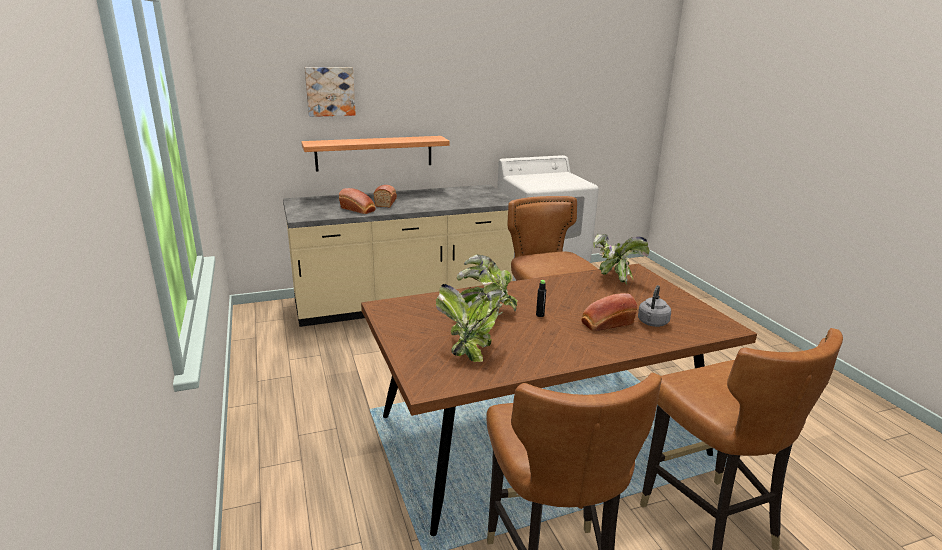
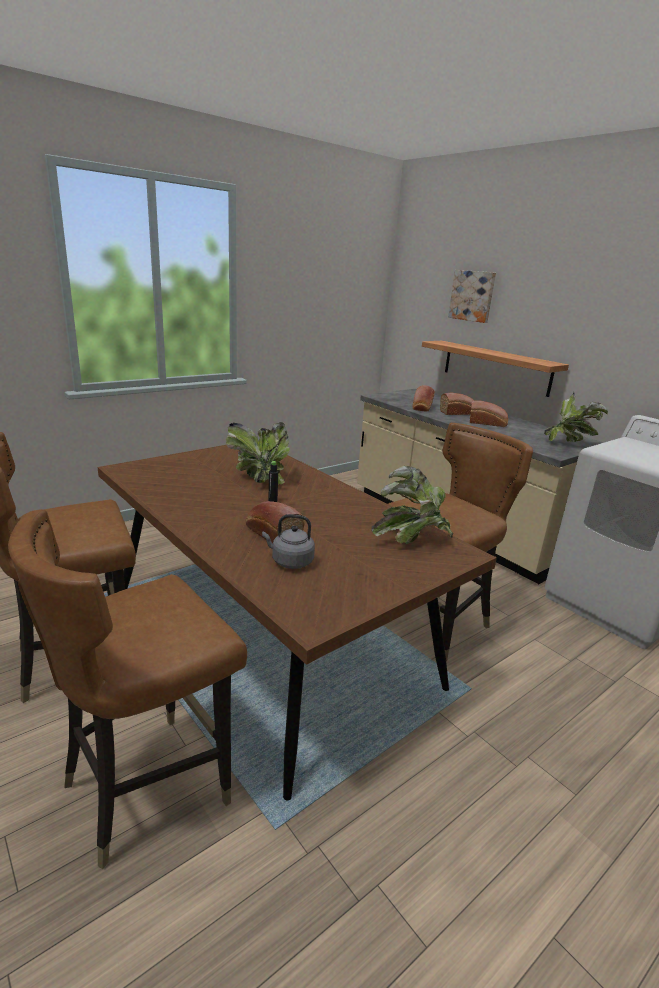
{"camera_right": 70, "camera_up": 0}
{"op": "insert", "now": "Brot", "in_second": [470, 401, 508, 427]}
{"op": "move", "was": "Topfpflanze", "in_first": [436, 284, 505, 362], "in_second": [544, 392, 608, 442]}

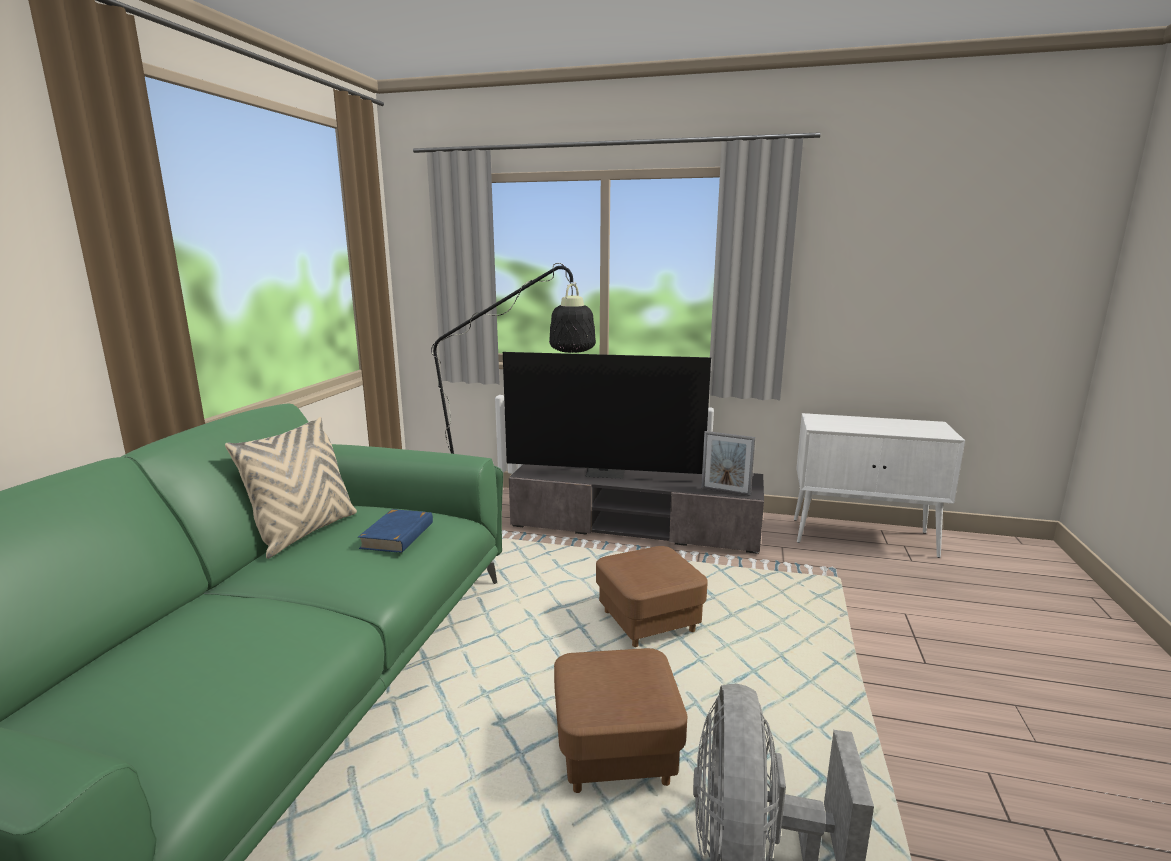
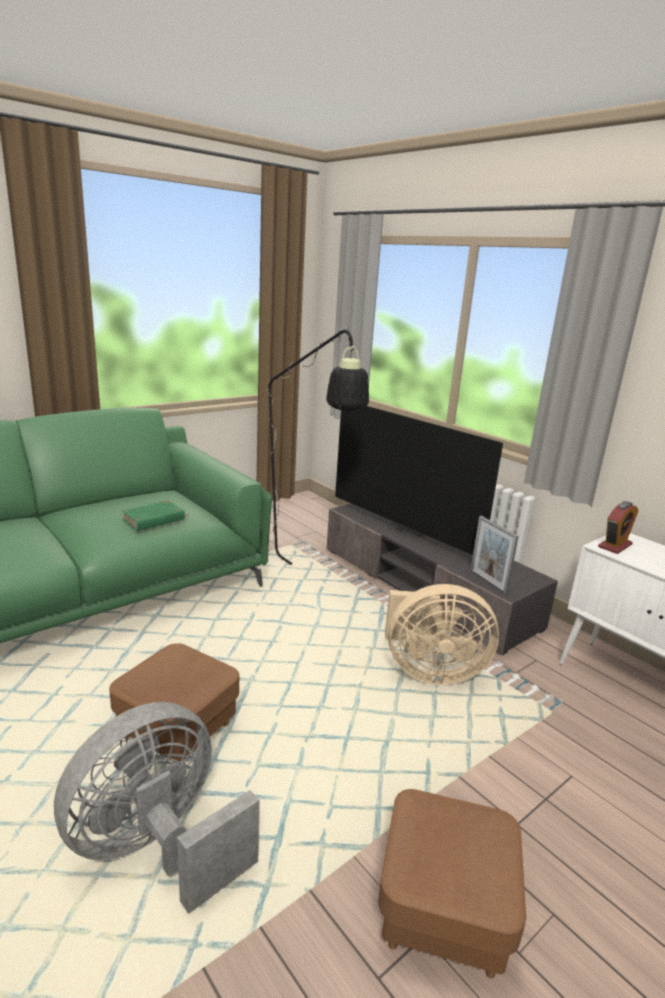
{"camera_right": 35, "camera_up": 5}
{"op": "recolor", "was": "Buch [blau]", "now": "Buch [grün]", "in_first": [358, 509, 433, 553], "in_second": [122, 501, 188, 531]}
{"op": "move", "was": "Polsterhocker [braun]", "in_first": [596, 546, 708, 647], "in_second": [378, 789, 526, 979]}
{"op": "insert", "now": "Ventilator [beige]", "in_second": [385, 584, 499, 685]}
{"op": "insert", "now": "Wecker", "in_second": [598, 501, 638, 554]}
{"op": "delete", "was": "Kissen [beige]", "in_first": [225, 417, 357, 559]}

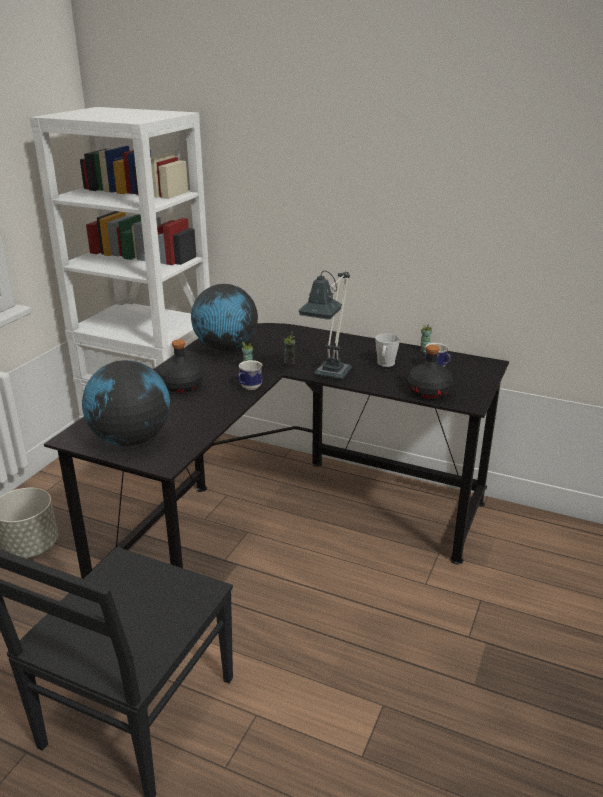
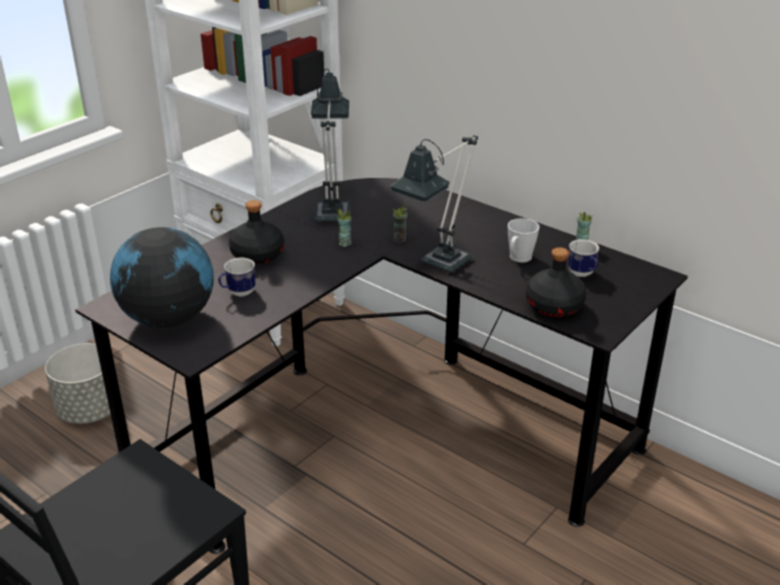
{"camera_right": 15, "camera_up": 5}
{"op": "move", "was": "Henkelbecher", "in_first": [238, 360, 262, 390], "in_second": [218, 258, 256, 297]}
{"op": "replace", "was": "Globus", "now": "Tischlampe", "in_first": [191, 284, 258, 351], "in_second": [311, 69, 351, 221]}

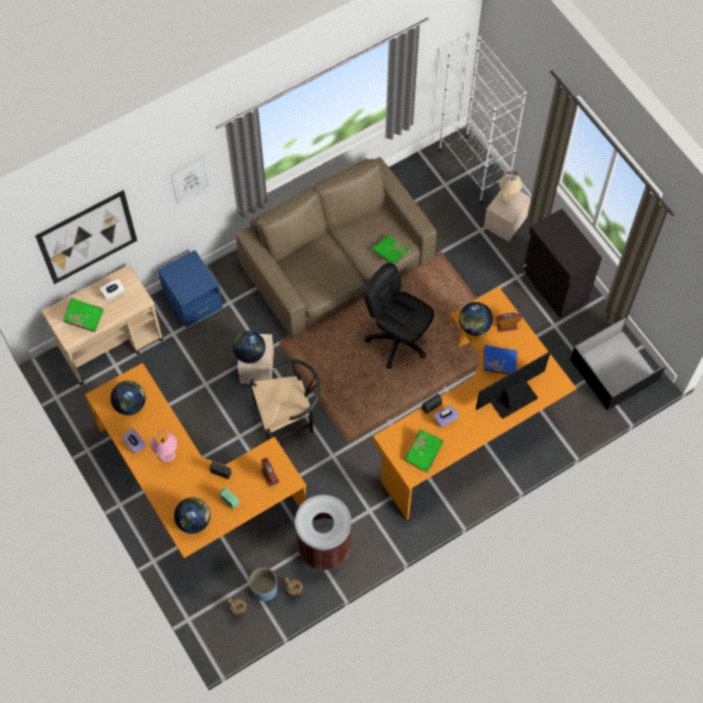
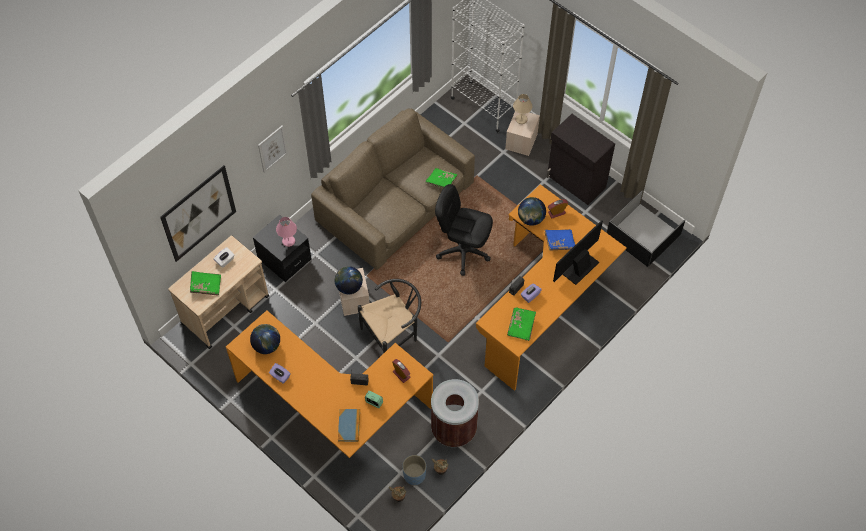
{"camera_right": -15, "camera_up": -5}
{"op": "recolor", "was": "Nachttisch [blau]", "now": "Nachttisch [schwarz]", "in_first": [158, 250, 223, 328], "in_second": [253, 214, 312, 282]}
{"op": "move", "was": "Tischlampe [rosa]", "in_first": [150, 430, 177, 462], "in_second": [276, 217, 297, 247]}
{"op": "replace", "was": "Globus", "now": "Buch", "in_first": [174, 497, 211, 534], "in_second": [338, 409, 360, 442]}

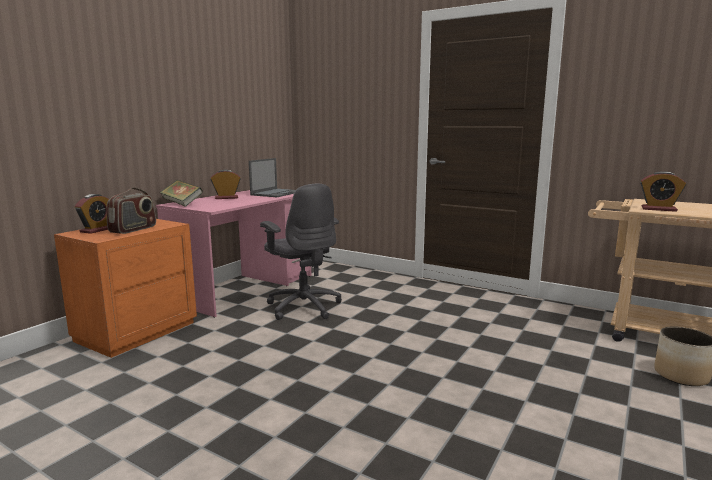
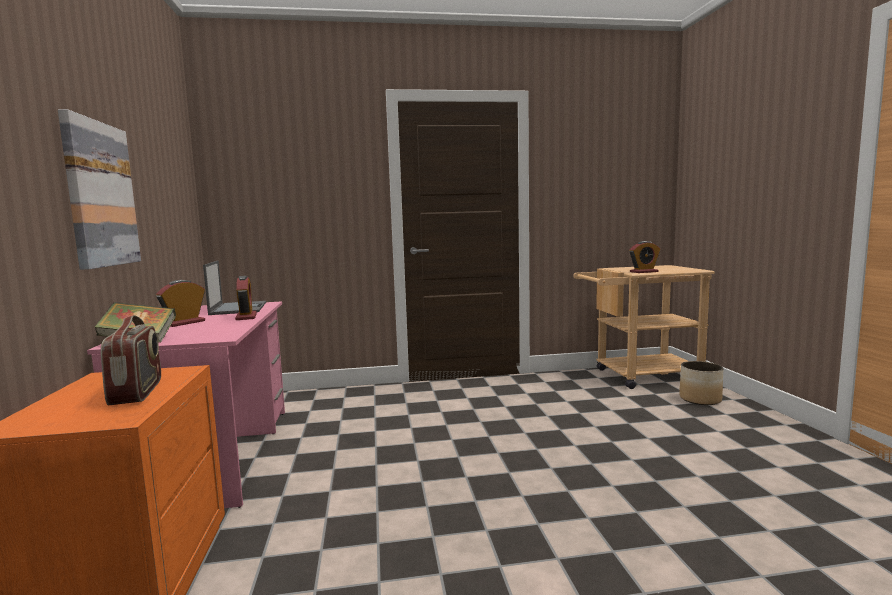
{"camera_right": -40, "camera_up": -5}
{"op": "insert", "now": "Bild", "in_second": [58, 109, 141, 270]}
{"op": "move", "was": "Wecker", "in_first": [75, 194, 109, 234], "in_second": [235, 276, 257, 320]}
{"op": "delete", "was": "Bürostuhl [grau]", "in_first": [260, 184, 342, 320]}

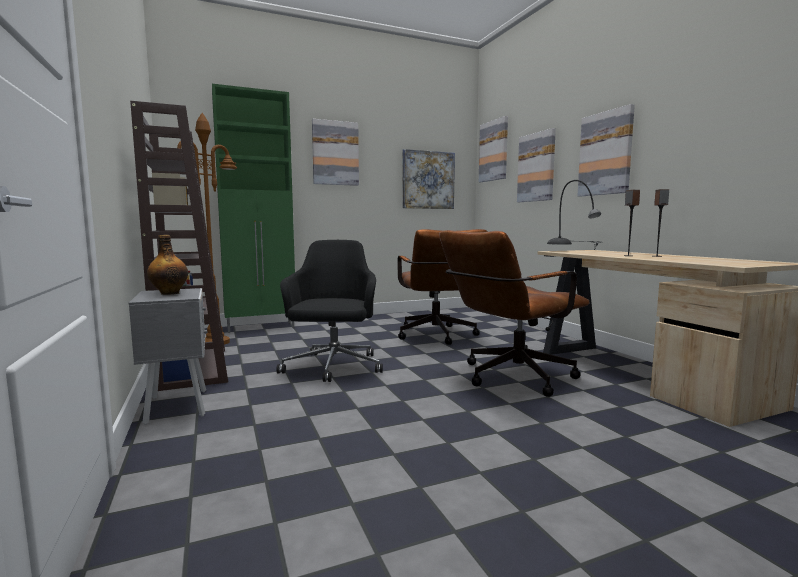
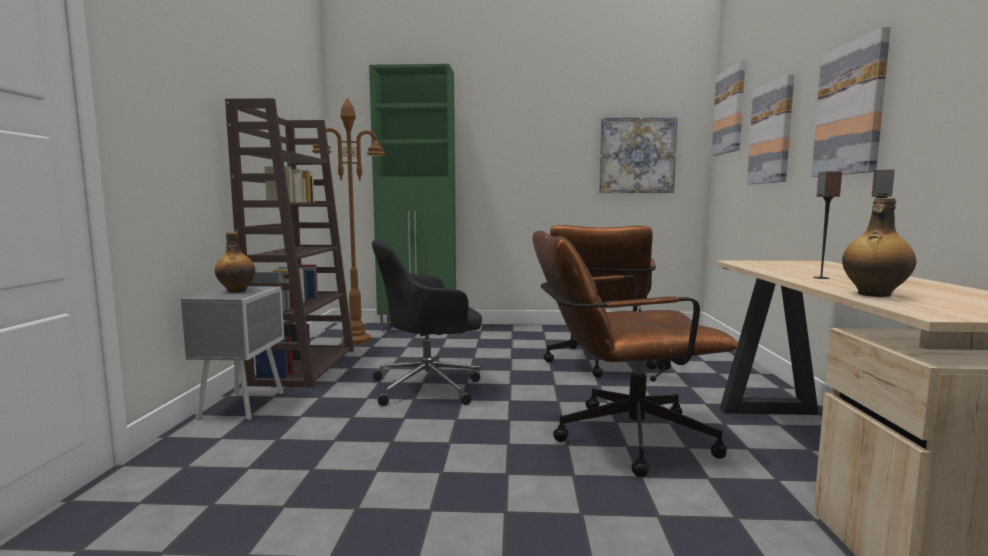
{"camera_right": 25, "camera_up": 0}
{"op": "rotate", "was": "Bürostuhl [schwarz]", "in_first": [276, 240, 383, 382], "in_second": [372, 239, 482, 406], "clockwise": -135}
{"op": "insert", "now": "Flasche", "in_second": [842, 198, 917, 297]}
{"op": "delete", "was": "Bild", "in_first": [312, 119, 359, 186]}
{"op": "delete", "was": "Tischlampe [grau]", "in_first": [547, 180, 601, 250]}

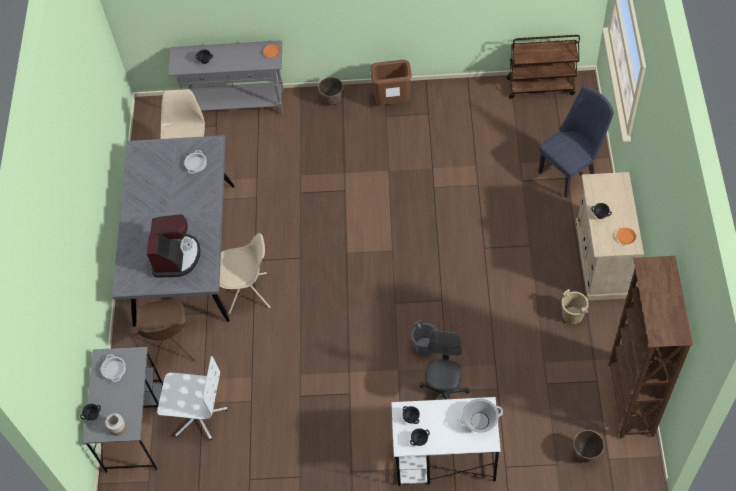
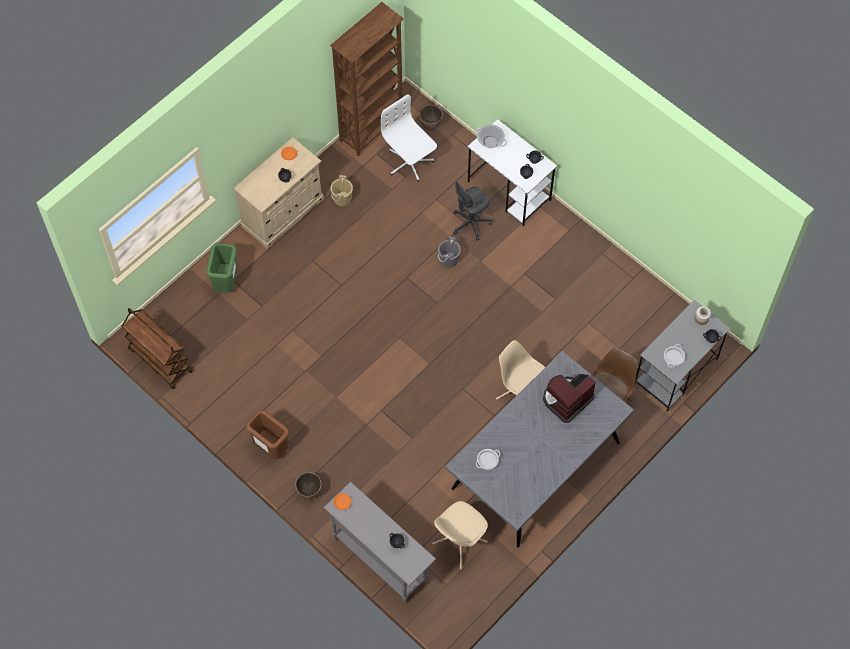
{"camera_right": -140, "camera_up": 5}
{"op": "replace", "was": "Stuhl [blau]", "now": "Mülleimer [grün]", "in_first": [538, 86, 614, 198], "in_second": [206, 243, 237, 293]}
{"op": "move", "was": "Bürostuhl [weiß]", "in_first": [157, 356, 228, 440], "in_second": [381, 94, 437, 182]}

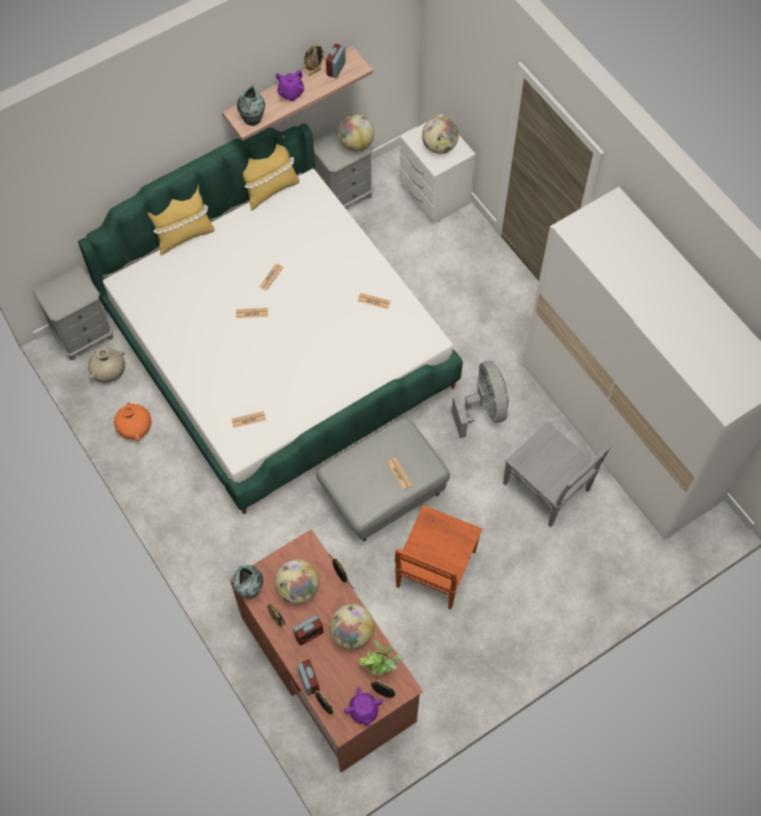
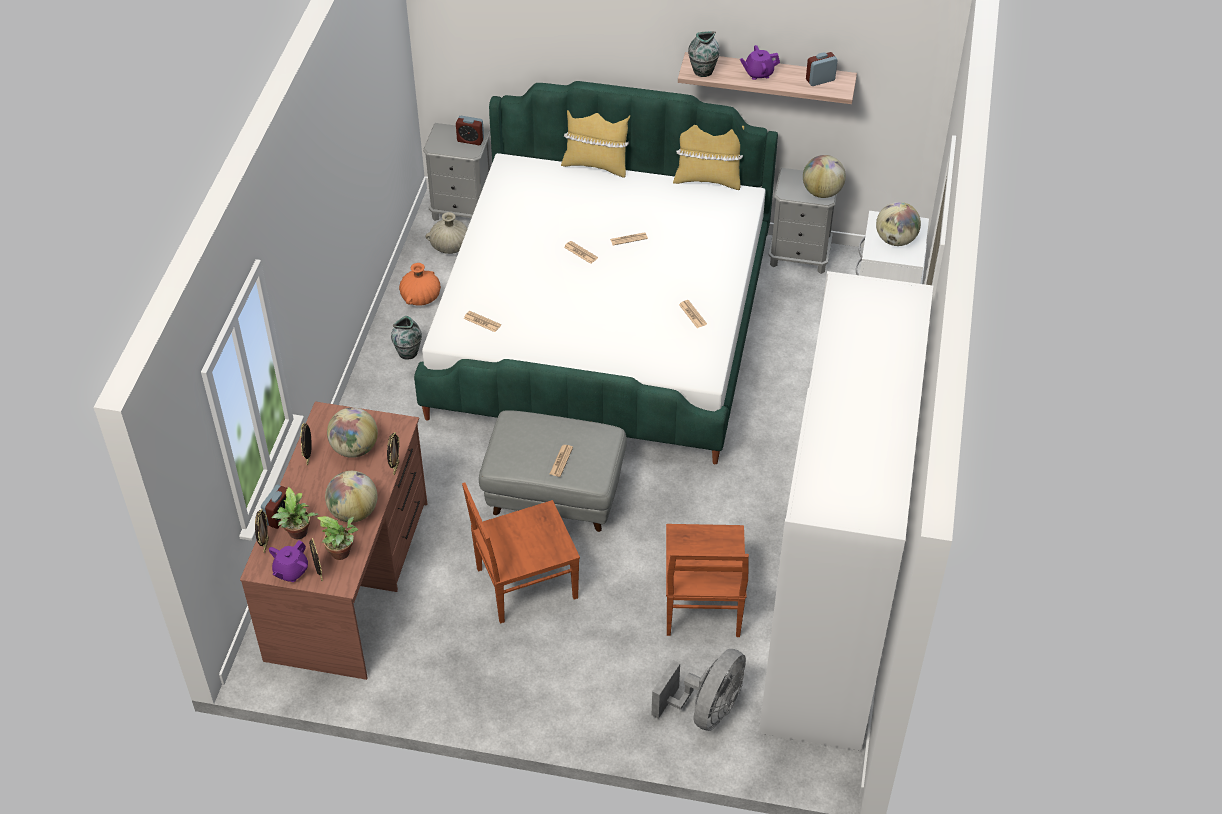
{"camera_right": 45, "camera_up": -15}
{"op": "insert", "now": "Topfpflanze", "in_second": [272, 487, 319, 539]}
{"op": "move", "was": "Vase", "in_first": [232, 565, 264, 599], "in_second": [391, 316, 422, 360]}
{"op": "move", "was": "Wecker", "in_first": [293, 615, 324, 646], "in_second": [456, 116, 484, 145]}
{"op": "move", "was": "Ventilator [grau]", "in_first": [451, 361, 509, 438], "in_second": [652, 649, 746, 731]}
{"op": "recolor", "was": "Stuhl [grau]", "now": "Stuhl [braun]", "in_first": [503, 422, 611, 527], "in_second": [666, 524, 749, 637]}
{"op": "delete", "was": "Bilderrahmen", "in_first": [303, 45, 325, 76]}

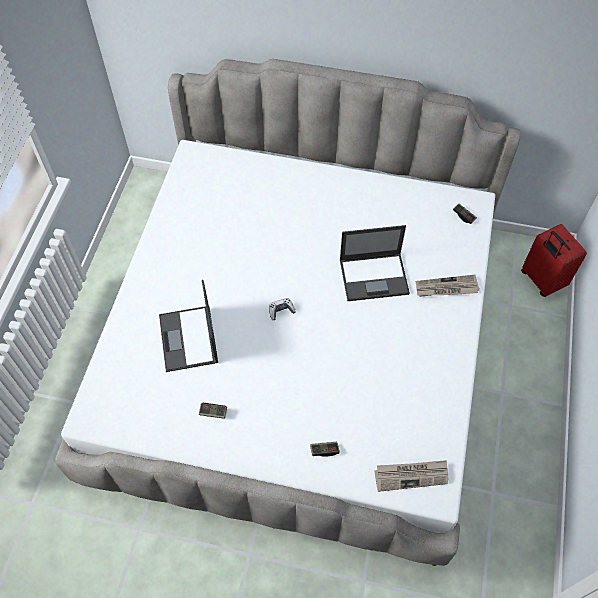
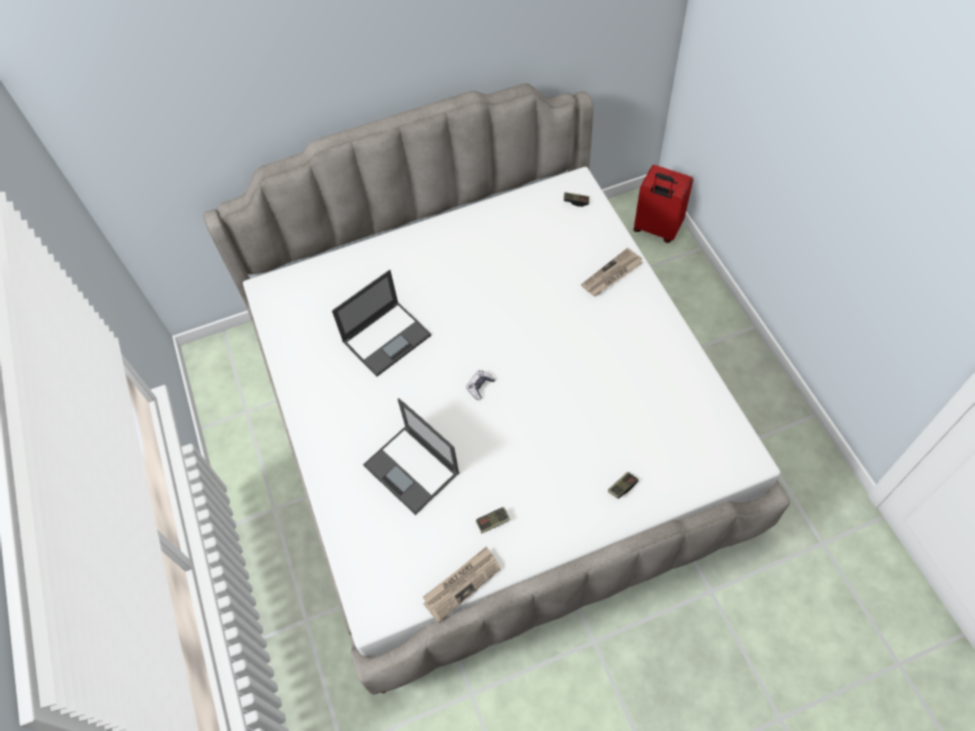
{"camera_right": -30, "camera_up": 0}
{"op": "move", "was": "Laptop", "in_first": [340, 225, 410, 301], "in_second": [332, 270, 431, 377]}
{"op": "move", "was": "Zeitung", "in_first": [375, 460, 448, 492], "in_second": [423, 546, 501, 623]}

